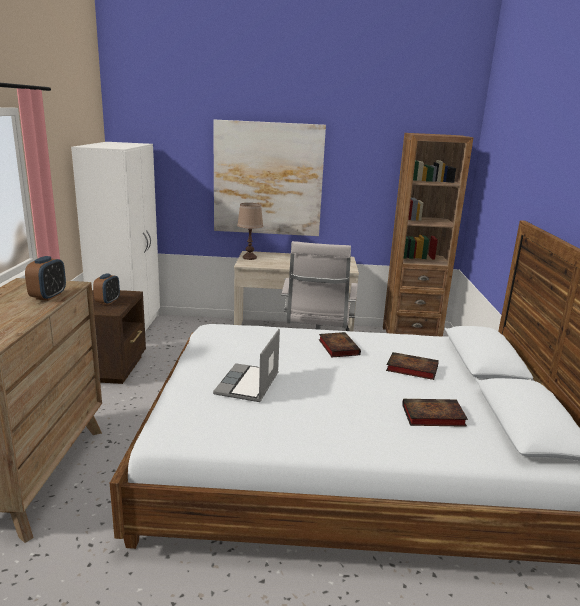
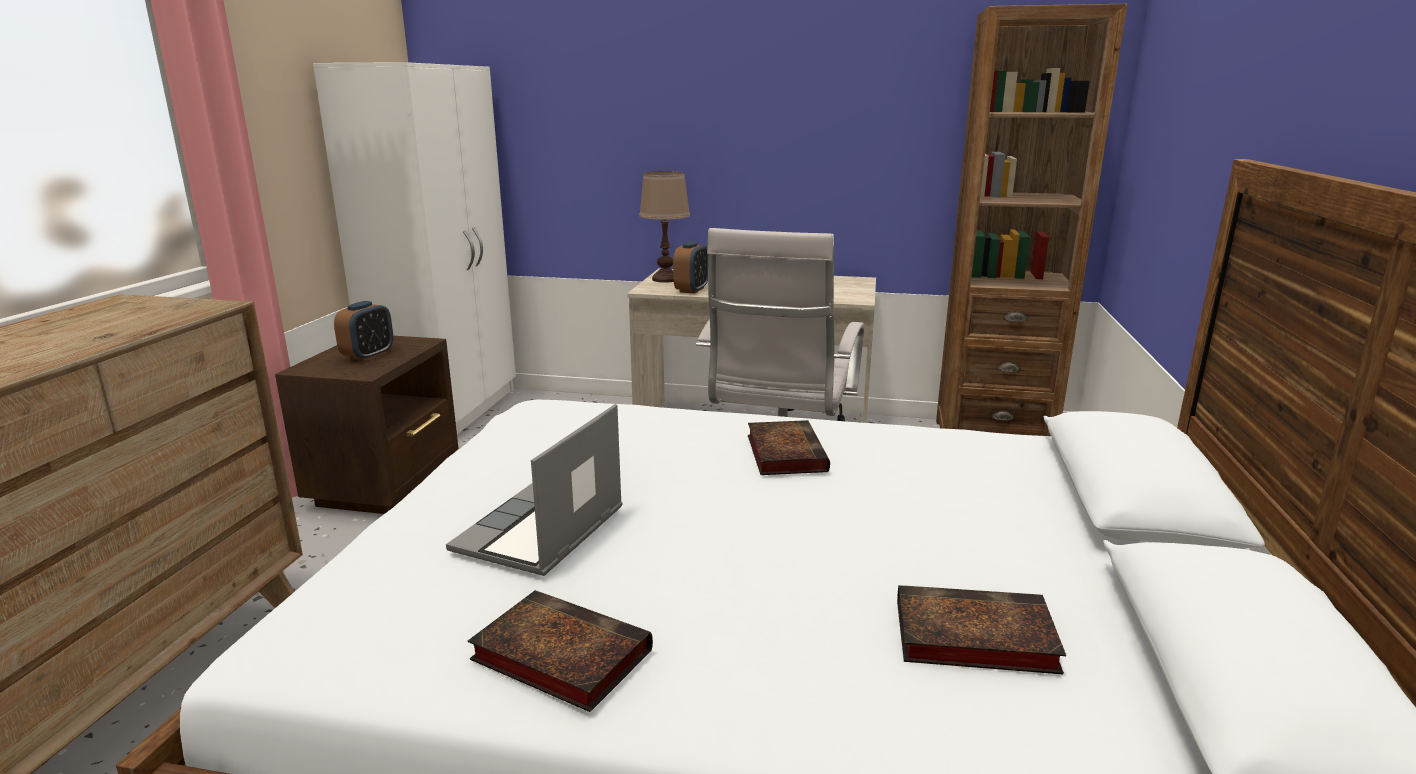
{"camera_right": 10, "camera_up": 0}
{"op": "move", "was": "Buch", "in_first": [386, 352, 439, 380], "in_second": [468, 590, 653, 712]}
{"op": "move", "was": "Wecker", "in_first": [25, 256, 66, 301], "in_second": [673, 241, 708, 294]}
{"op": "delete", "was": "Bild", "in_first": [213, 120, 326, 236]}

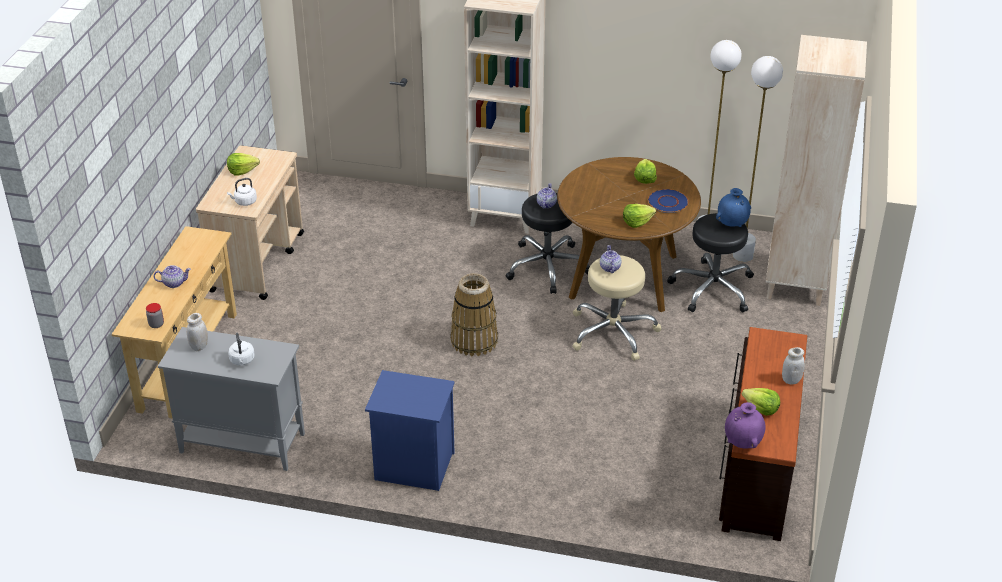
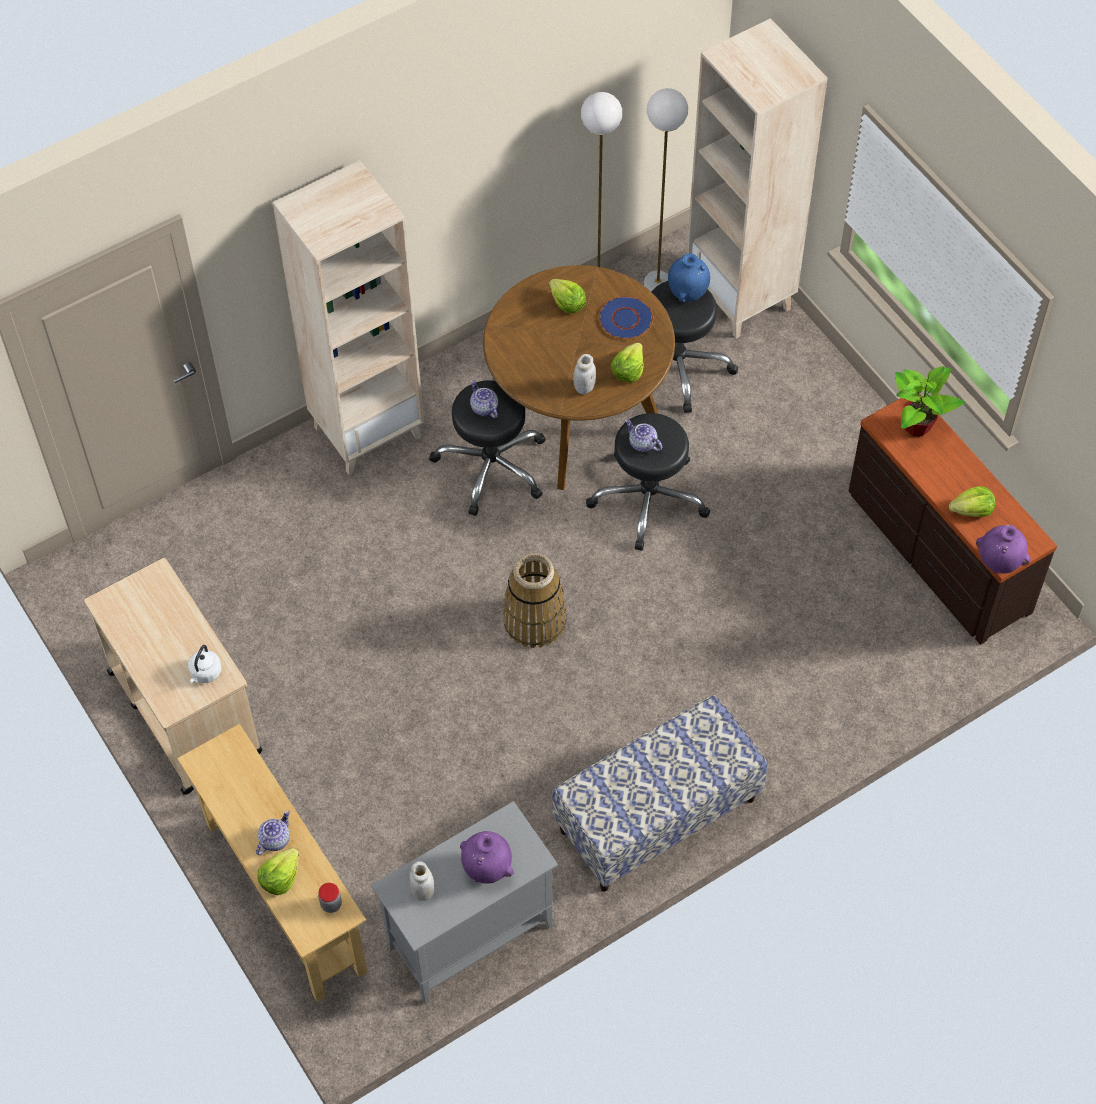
{"camera_right": -45, "camera_up": 20}
{"op": "move", "was": "Salatkopf", "in_first": [227, 153, 260, 176], "in_second": [257, 848, 299, 895]}
{"op": "replace", "was": "Wasserkessel [weiß]", "now": "Vase [lila]", "in_first": [228, 333, 255, 365], "in_second": [460, 831, 514, 884]}
{"op": "replace", "was": "Nachttisch [blau]", "now": "Bank", "in_first": [365, 370, 455, 491], "in_second": [552, 695, 768, 892]}
{"op": "move", "was": "Vorratsglas [weiß]", "in_first": [782, 347, 805, 385], "in_second": [573, 354, 596, 394]}
{"op": "recolor", "was": "Hocker [beige]", "now": "Hocker [schwarz]", "in_first": [572, 255, 662, 361], "in_second": [586, 413, 710, 551]}
{"op": "insert", "now": "Topfpflanze", "in_second": [895, 366, 965, 437]}

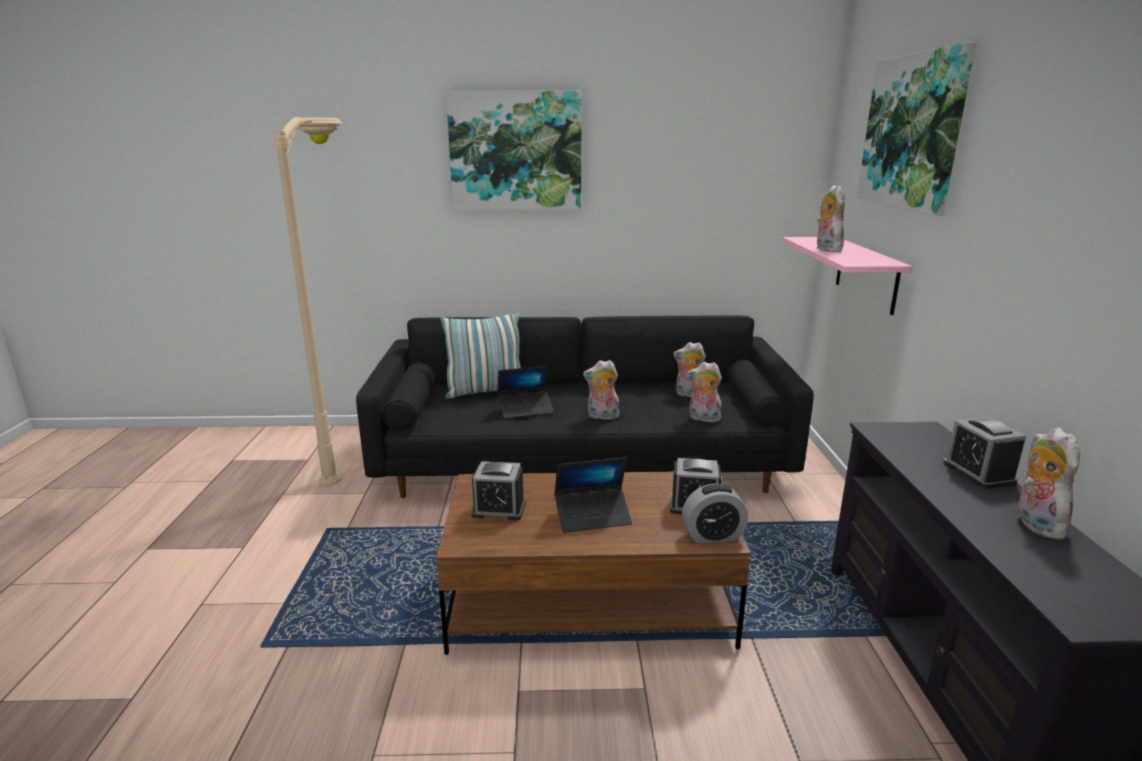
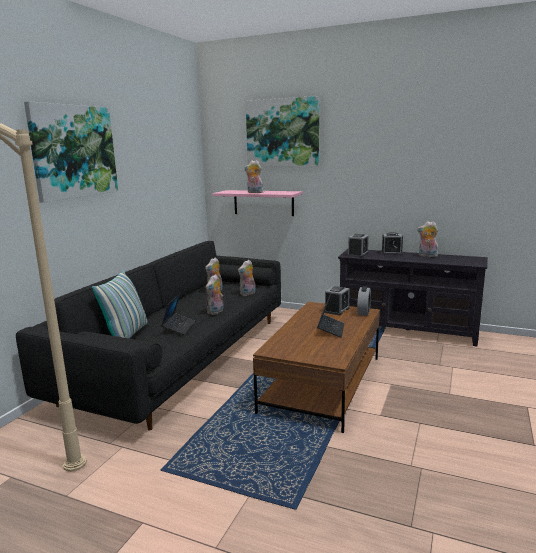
{"camera_right": -65, "camera_up": -5}
{"op": "move", "was": "Wecker", "in_first": [471, 461, 526, 520], "in_second": [348, 234, 369, 257]}

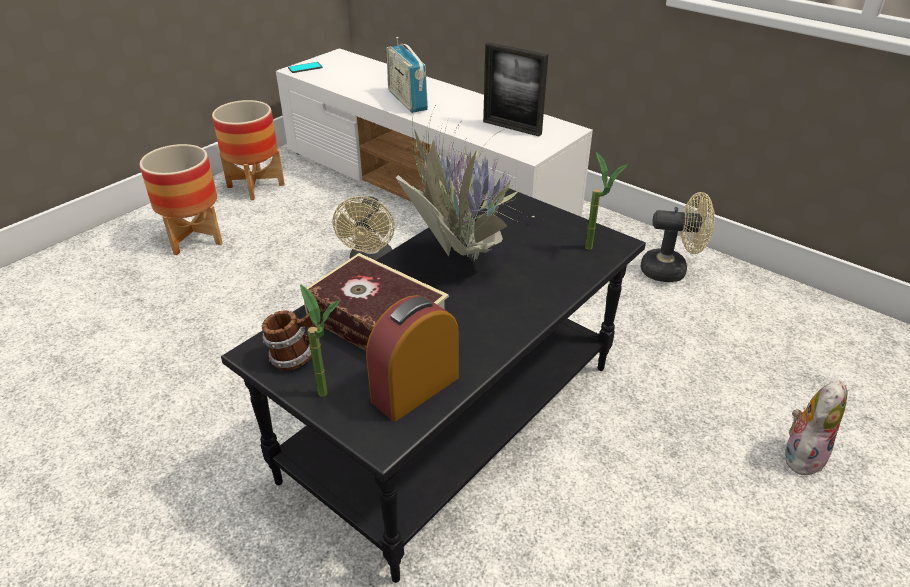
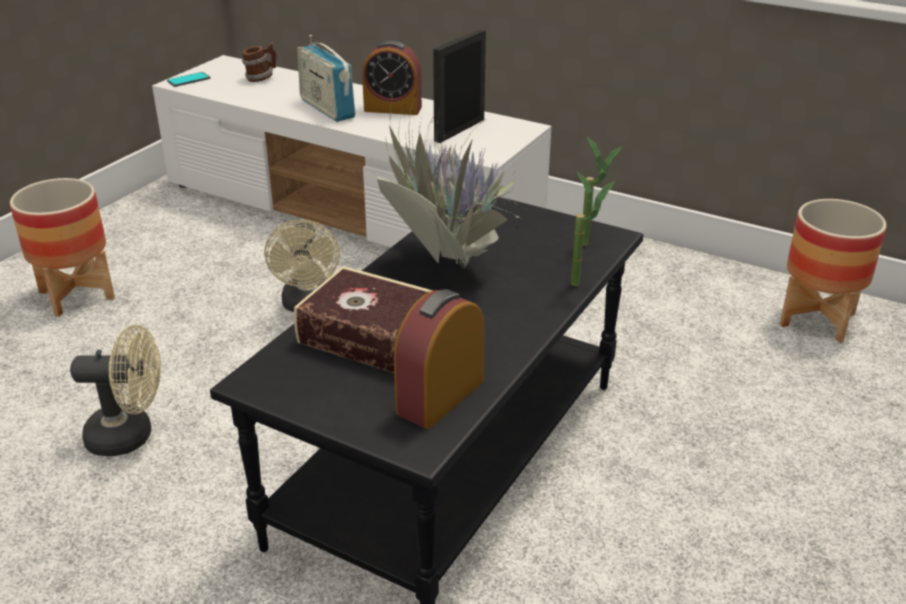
{"camera_right": -10, "camera_up": -5}
{"op": "move", "was": "Ventilator [beige]", "in_first": [641, 192, 715, 282], "in_second": [70, 325, 161, 456]}
{"op": "move", "was": "Henkelbecher", "in_first": [262, 310, 316, 370], "in_second": [242, 43, 276, 82]}
{"op": "insert", "now": "Wecker", "in_second": [362, 40, 422, 115]}
{"op": "rotate", "was": "Bilderrahmen", "in_first": [483, 42, 548, 136], "in_second": [433, 29, 486, 143], "clockwise": 105}
{"op": "move", "was": "Topfpflanze", "in_first": [300, 284, 341, 397], "in_second": [571, 172, 615, 286]}
{"op": "move", "was": "Pflanzkübel", "in_first": [212, 100, 285, 200], "in_second": [780, 199, 887, 343]}
{"op": "delete", "was": "Plüschtier", "in_first": [785, 380, 847, 475]}

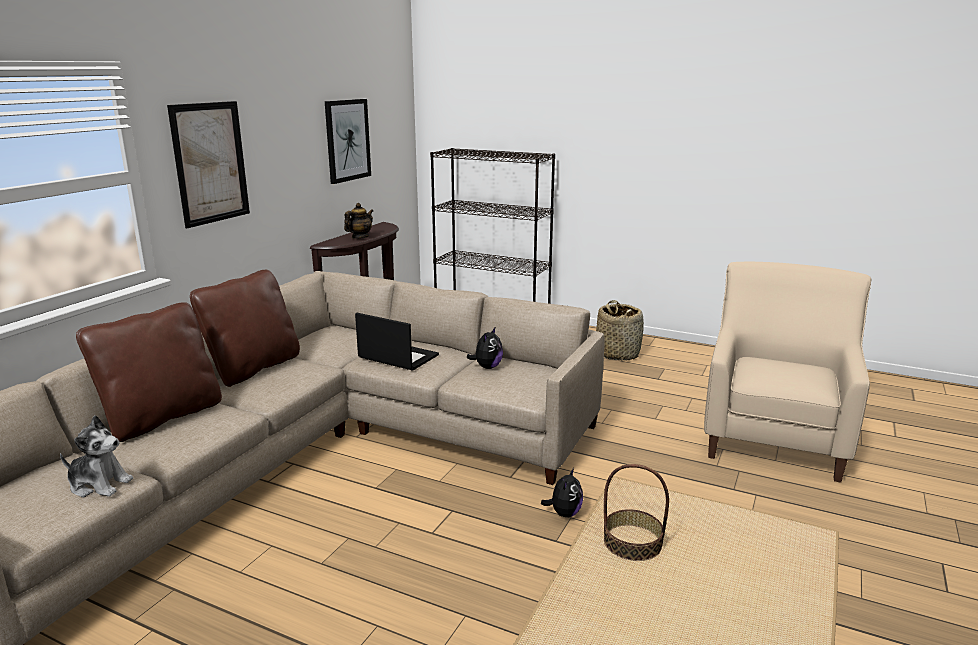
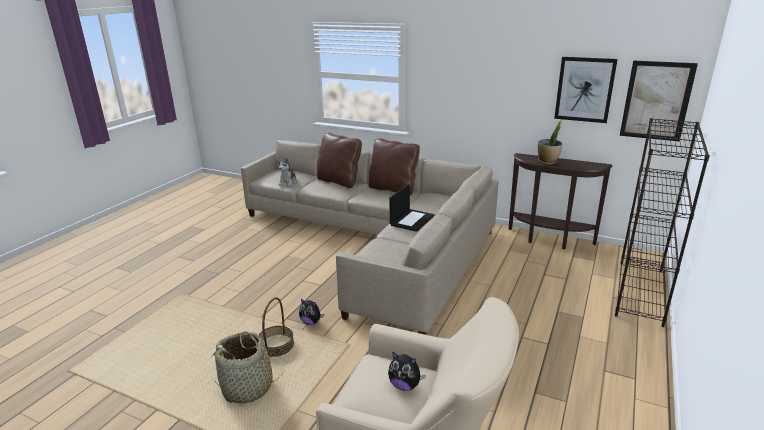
{"camera_right": 90, "camera_up": 5}
{"op": "move", "was": "Korb", "in_first": [596, 300, 644, 361], "in_second": [212, 332, 283, 404]}
{"op": "move", "was": "Plüschtier", "in_first": [467, 326, 503, 369], "in_second": [388, 352, 426, 391]}
{"op": "replace", "was": "Teekanne", "now": "Topfpflanze", "in_first": [344, 203, 373, 239], "in_second": [538, 119, 563, 165]}
{"op": "move", "was": "Bild", "in_first": [167, 101, 250, 228], "in_second": [620, 60, 698, 141]}

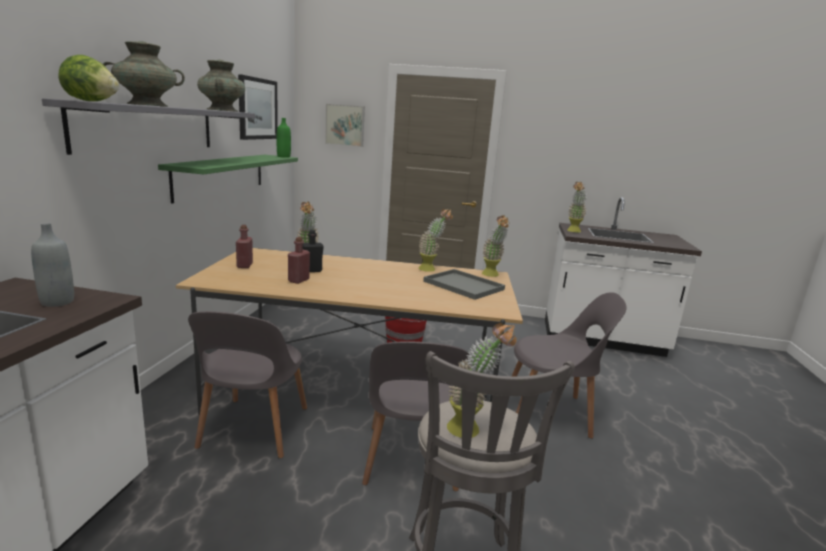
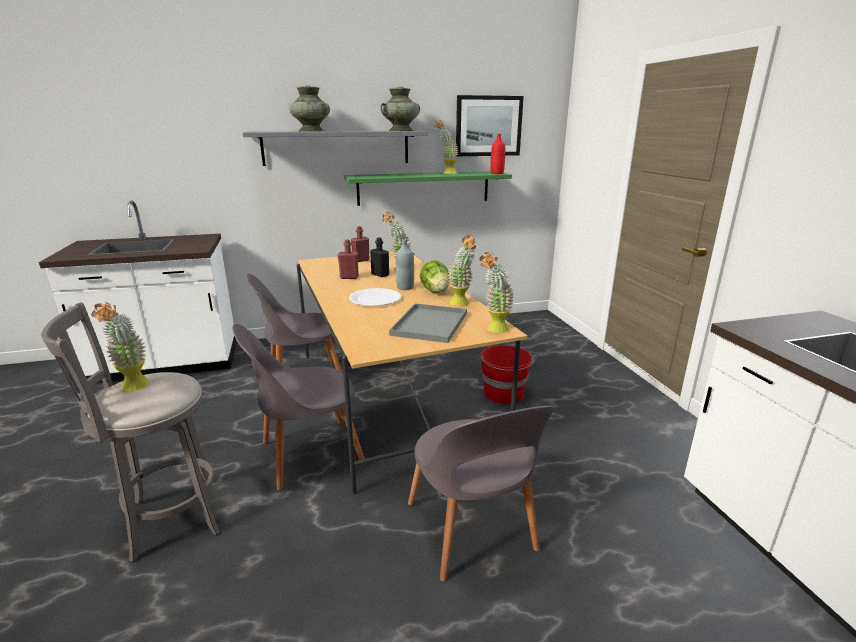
{"camera_right": 65, "camera_up": 5}
{"op": "insert", "now": "Teller [weiß]", "in_second": [349, 288, 401, 306]}
{"op": "move", "was": "Flasche [grau]", "in_first": [31, 223, 74, 307], "in_second": [396, 239, 414, 290]}
{"op": "move", "was": "Salatkopf", "in_first": [59, 55, 119, 101], "in_second": [420, 260, 450, 293]}
{"op": "move", "was": "Topfpflanze", "in_first": [567, 182, 587, 232], "in_second": [434, 120, 459, 174]}
{"op": "recolor", "was": "Flasche [grün]", "now": "Flasche [rot]", "in_first": [277, 118, 291, 158], "in_second": [491, 134, 505, 174]}
{"op": "delete", "was": "Bild", "in_first": [325, 104, 365, 147]}

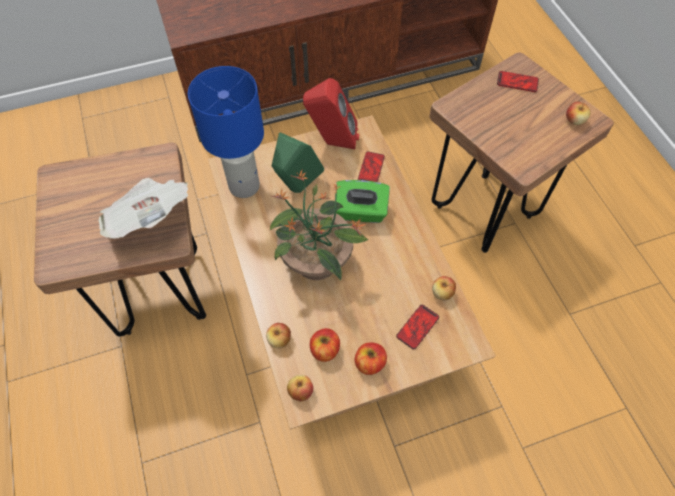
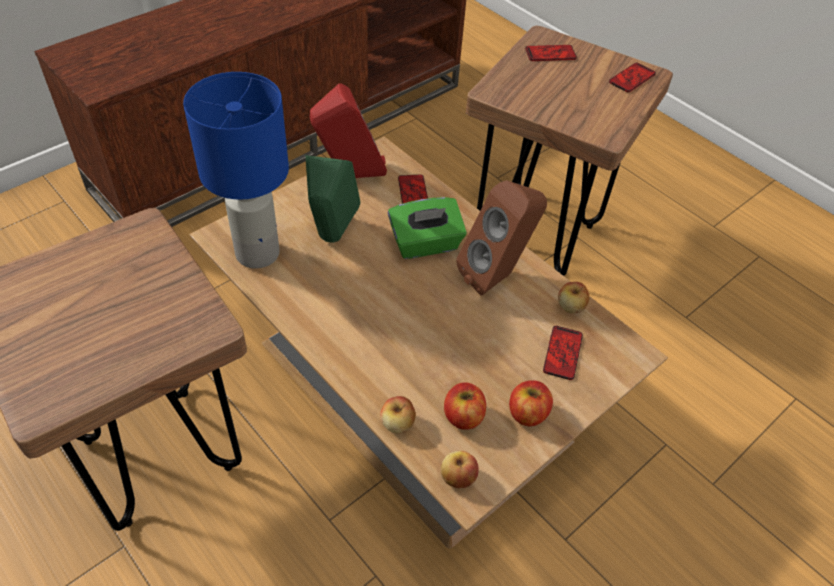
{"camera_right": -25, "camera_up": -10}
{"op": "insert", "now": "Lautsprecher [braun]", "in_second": [456, 180, 547, 296]}
{"op": "replace", "was": "Apfel", "now": "Handy", "in_first": [566, 102, 590, 125], "in_second": [609, 62, 656, 93]}
{"op": "delete", "was": "Zeitung", "in_first": [99, 178, 188, 239]}
{"op": "delete", "was": "Topfpflanze", "in_first": [270, 170, 368, 281]}

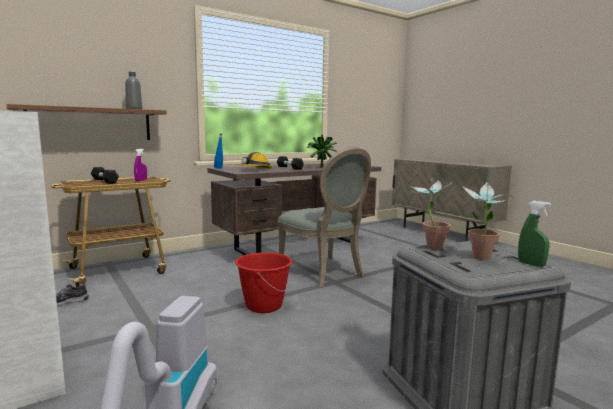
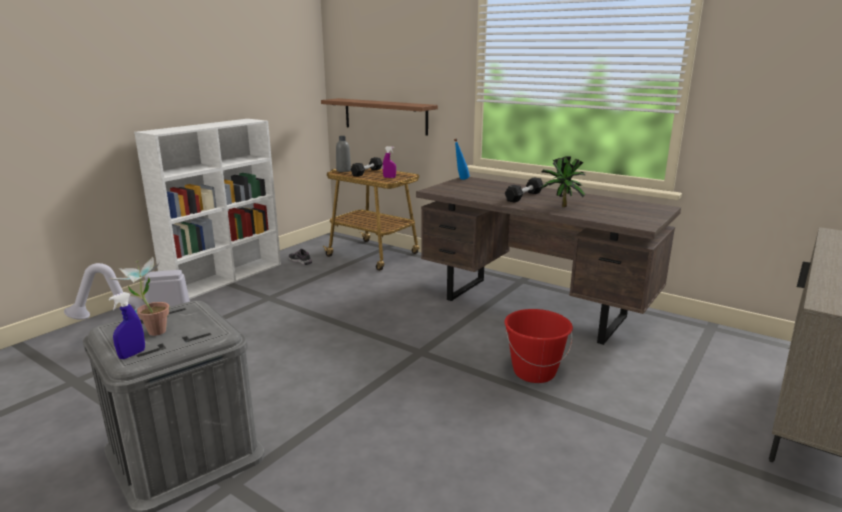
{"camera_right": 70, "camera_up": 10}
{"op": "recolor", "was": "Sprühflasche [grün]", "now": "Sprühflasche [blau]", "in_first": [518, 201, 551, 267], "in_second": [109, 292, 145, 359]}
{"op": "move", "was": "Flasche [grau]", "in_first": [125, 72, 142, 109], "in_second": [336, 136, 351, 172]}
{"op": "move", "was": "Eimer [rot]", "in_first": [235, 252, 292, 313], "in_second": [504, 309, 573, 383]}
{"op": "delete", "was": "Schutzhelm", "in_first": [238, 152, 272, 169]}
{"op": "delete", "was": "Stuhl [grau]", "in_first": [278, 147, 371, 287]}
{"op": "delete", "was": "Topfpflanze", "in_first": [408, 178, 453, 249]}

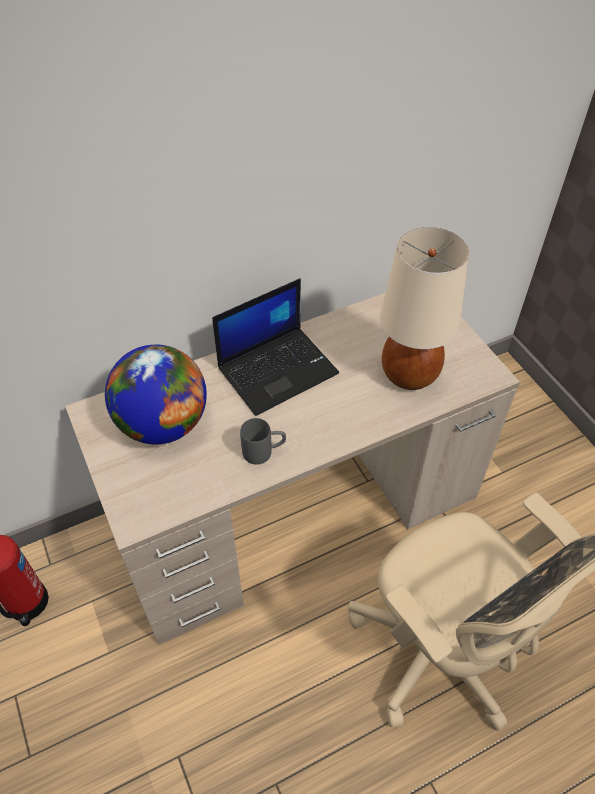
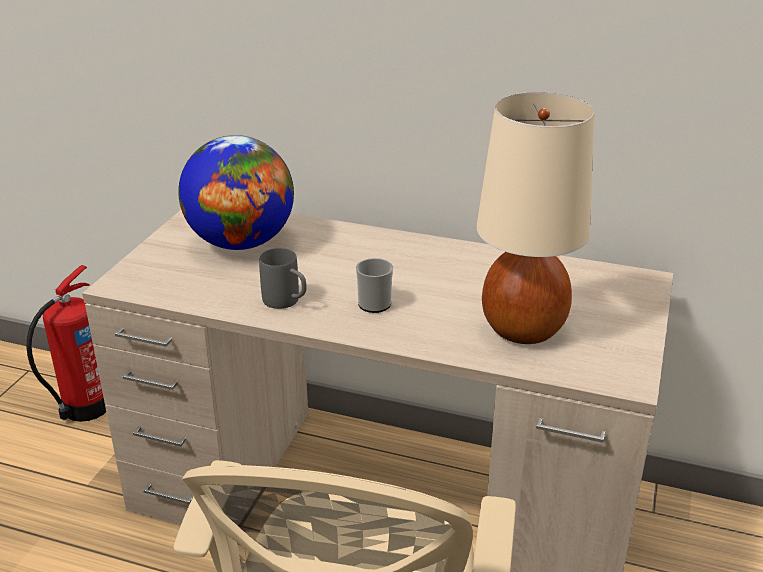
{"camera_right": 45, "camera_up": -20}
{"op": "insert", "now": "Henkelbecher", "in_second": [356, 258, 393, 313]}
{"op": "delete", "was": "Laptop", "in_first": [212, 278, 339, 416]}

